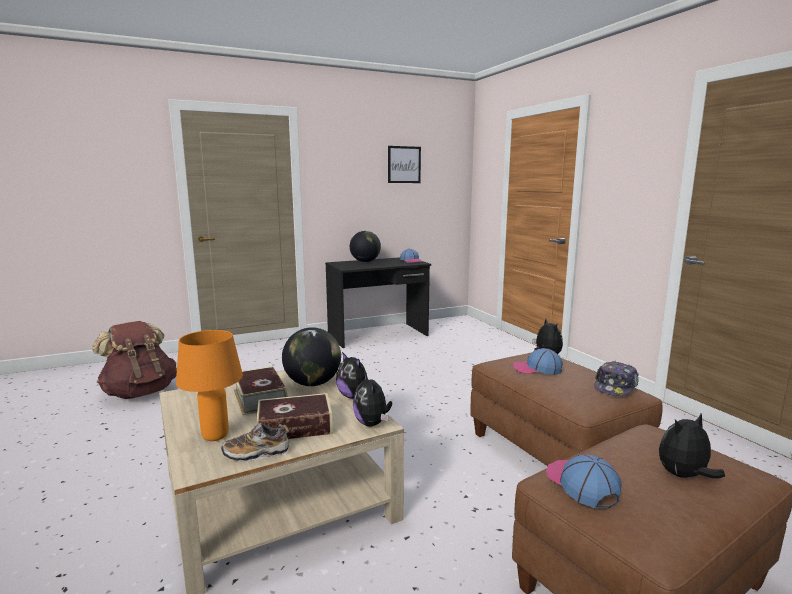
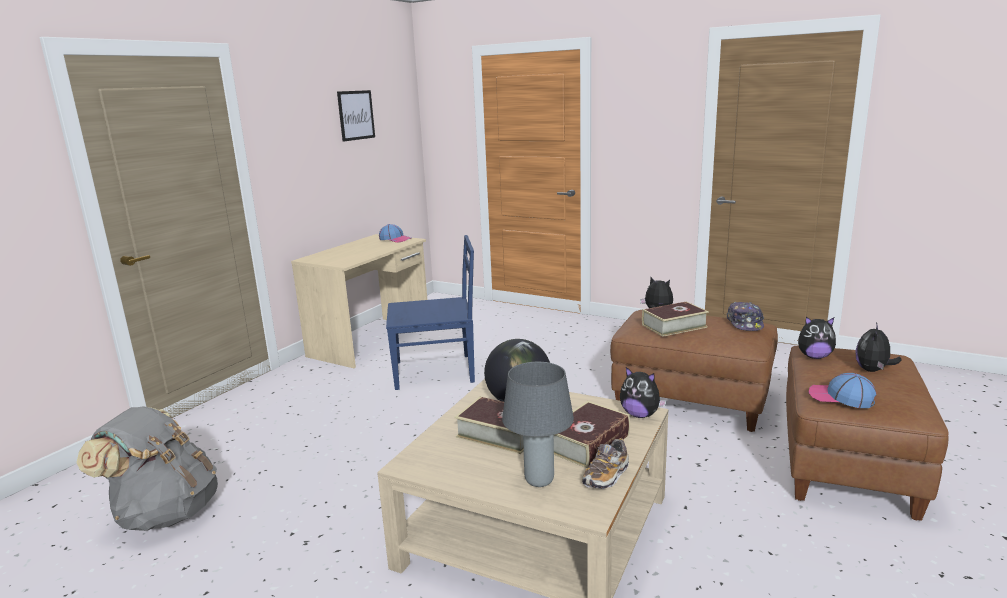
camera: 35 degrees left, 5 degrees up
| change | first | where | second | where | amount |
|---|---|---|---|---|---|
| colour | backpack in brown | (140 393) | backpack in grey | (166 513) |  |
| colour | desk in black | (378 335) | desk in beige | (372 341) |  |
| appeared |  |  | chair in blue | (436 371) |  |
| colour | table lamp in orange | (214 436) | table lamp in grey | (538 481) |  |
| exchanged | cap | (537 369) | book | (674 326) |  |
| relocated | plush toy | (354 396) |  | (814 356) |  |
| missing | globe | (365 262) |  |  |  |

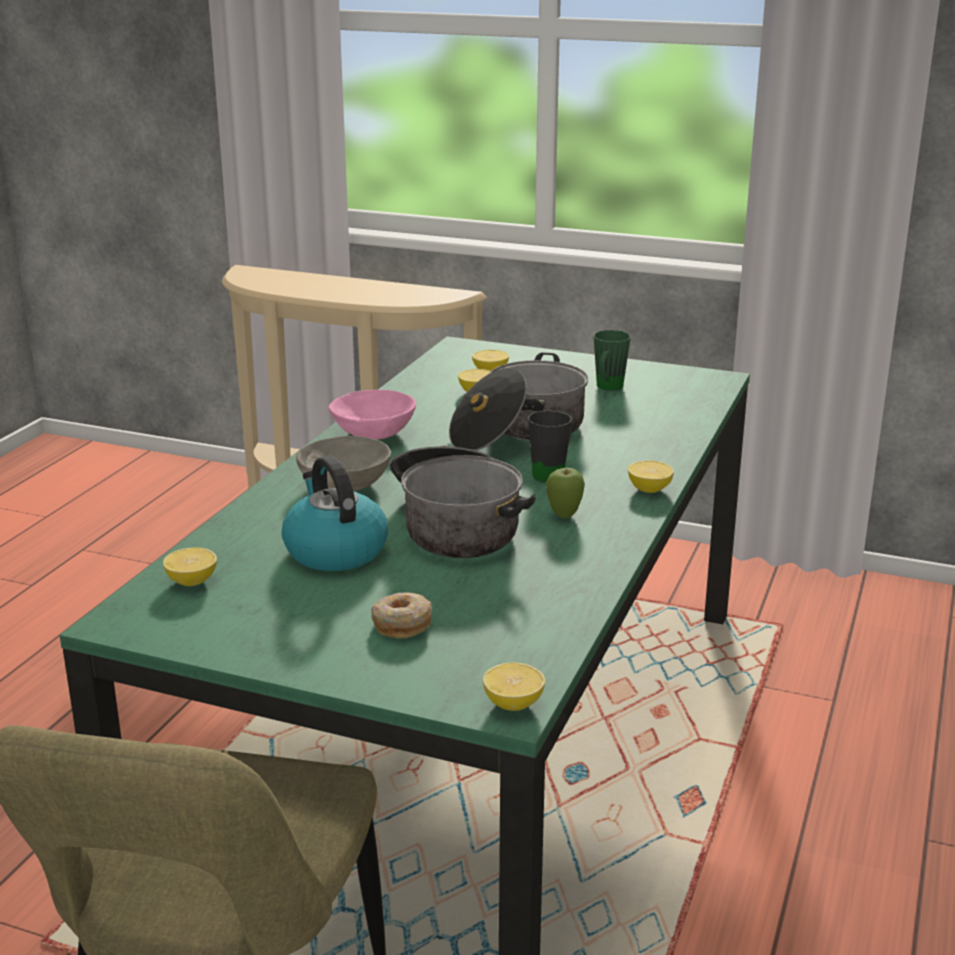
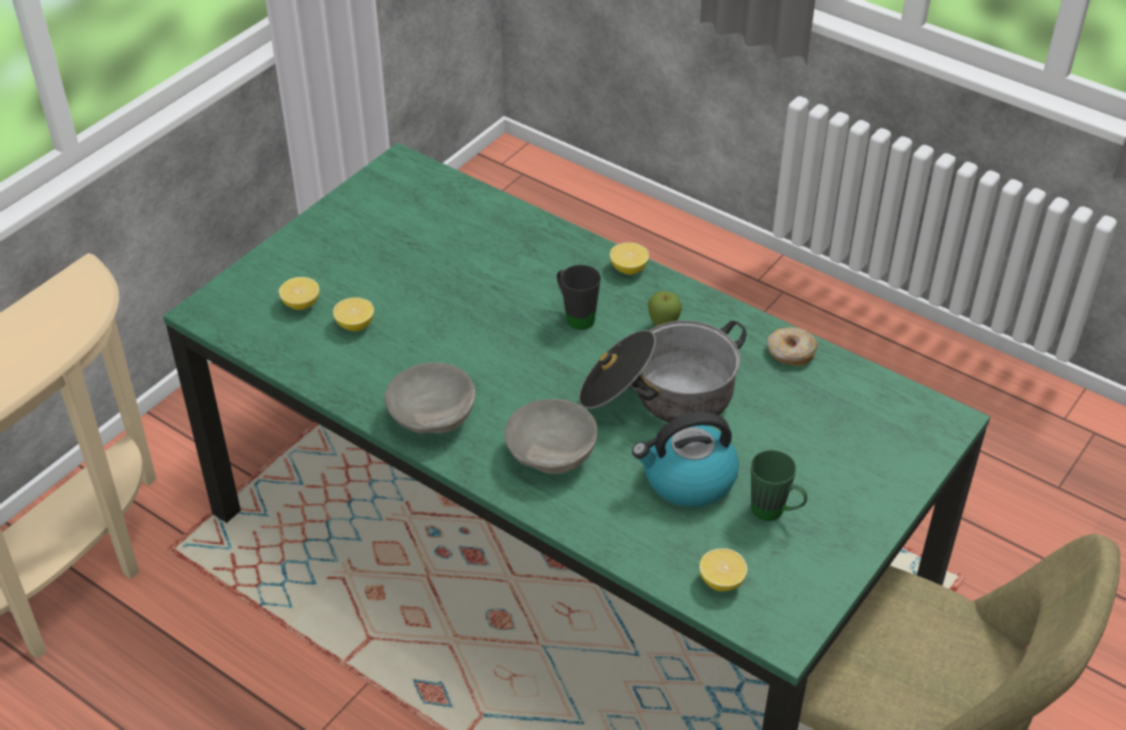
camera: 75 degrees left, 20 degrees up
| change | first | where | second | where | amount |
|---|---|---|---|---|---|
| colour | bowl in pink | (375 434) | bowl in grey | (433 416) |  |
| relocated | mug in green | (607 388) |  | (775 513) |  |
| relocated | donut | (401 624) |  | (790 353) |  |
| missing | cooking pot | (519 432) |  |  |  |
| missing | lemon | (513 704) |  |  |  |

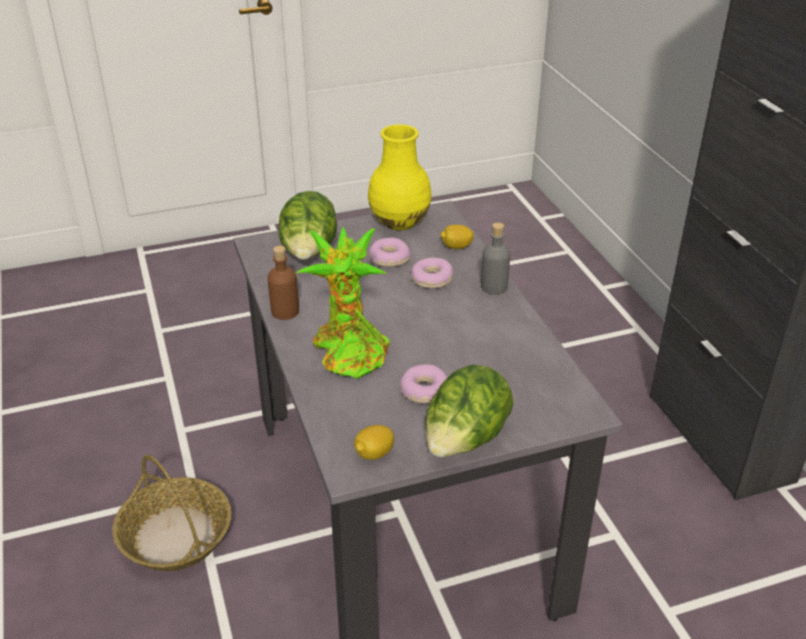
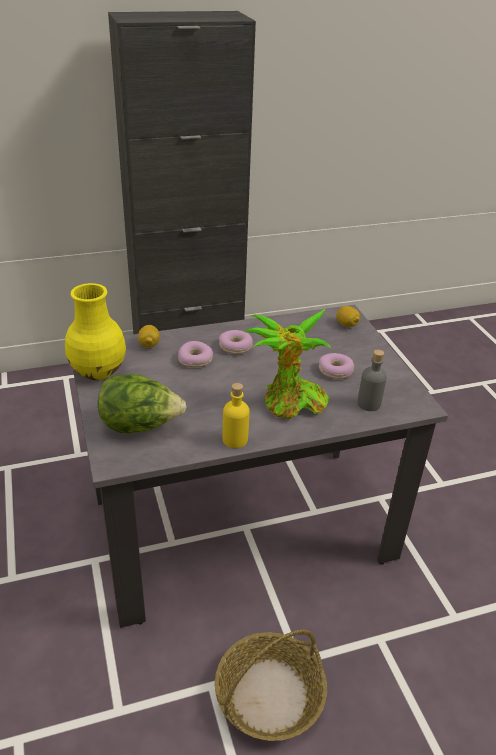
camera: 90 degrees left, 0 degrees up
| change | first | where | second | where | amount |
|---|---|---|---|---|---|
| relocated | donut | (389 259) |  | (235 347) |  |
| colour | bottle in brown | (285 311) | bottle in yellow | (235 440) |  |
| relocated | lemon | (374 454) |  | (347 325) |  |
| relocated | bottle in grey | (494 287) |  | (369 404) |  |
| missing | lettuce | (465 441) |  |  |  |

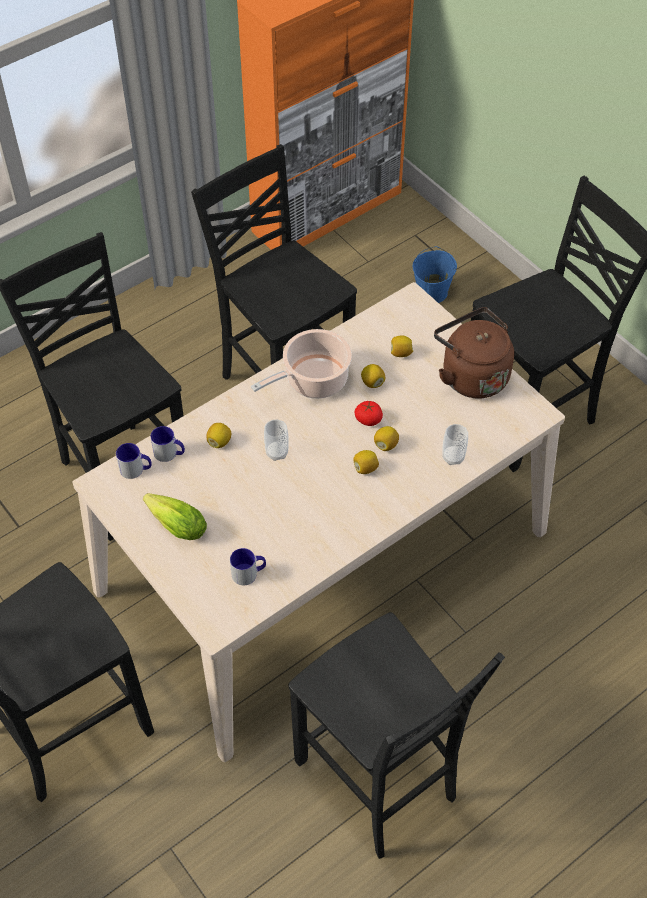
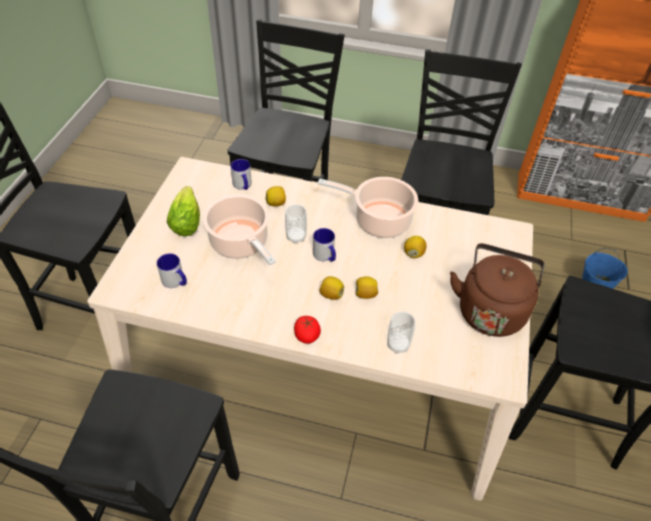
camera: 50 degrees right, 5 degrees down
| change | first | where | second | where | amount |
|---|---|---|---|---|---|
| appeared |  |  | cooking pot | (241 244) |  |
| relocated | tomato | (368 419) |  | (307 335) |  |
| relocated | mug | (136 469) |  | (325 256) |  |
| missing | lemon | (400 353) |  |  |  |

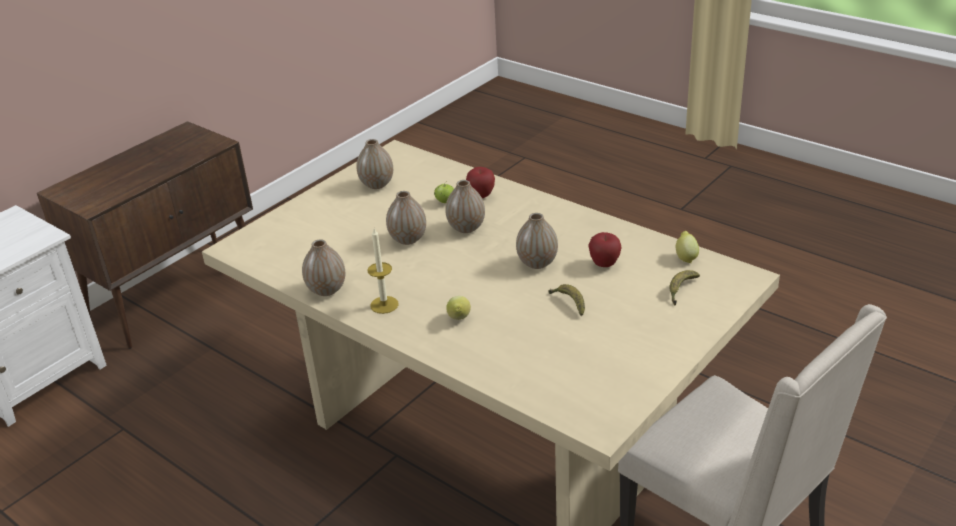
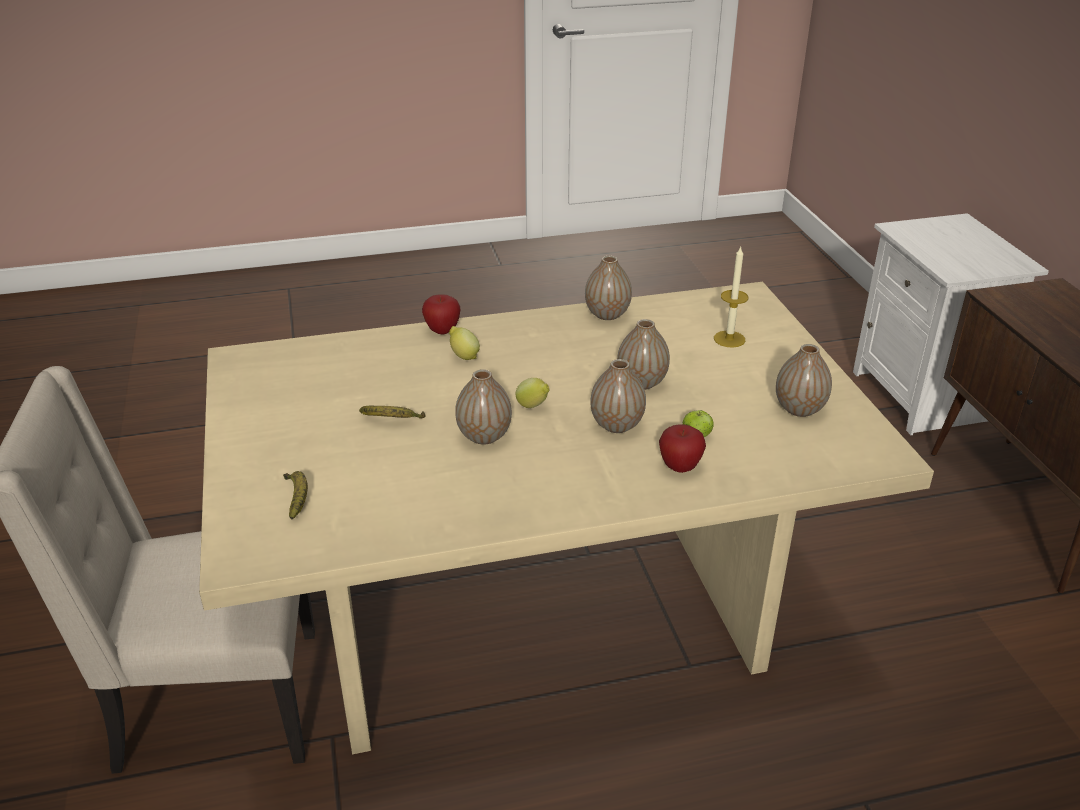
camera: 125 degrees right, 0 degrees up
| change | first | where | second | where | amount |
|---|---|---|---|---|---|
| relocated | apple | (604 264) |  | (442 331) |  |
| relocated | lemon | (686 257) |  | (533 406) |  |
| relocated | candle | (384 305) |  | (729 339) |  |

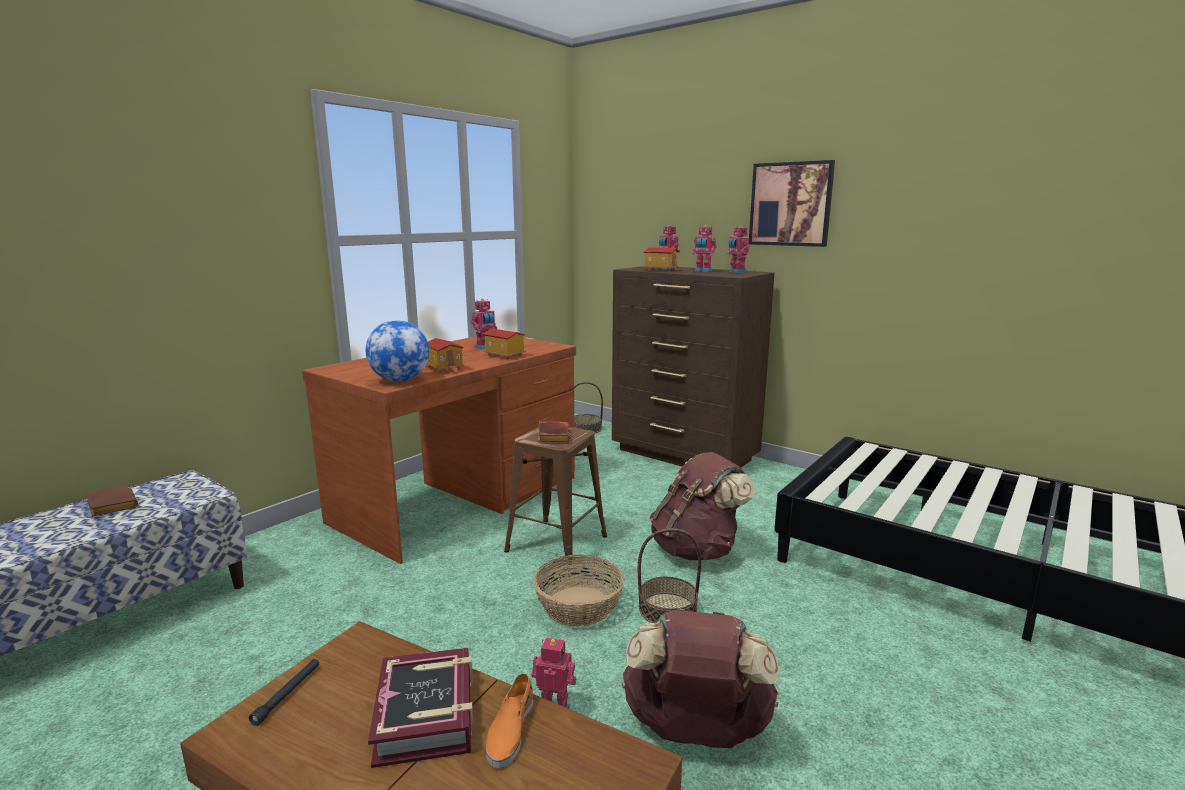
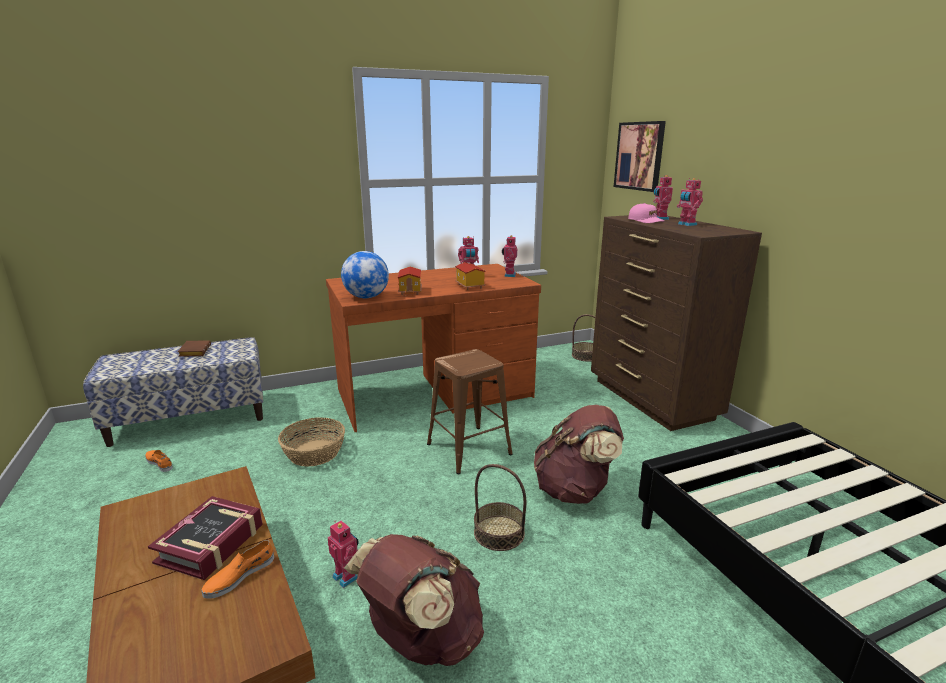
camera: 30 degrees right, 5 degrees up
| change | first | where | second | where | amount |
|---|---|---|---|---|---|
| appeared |  |  | shoe in orange | (160 463) |  |
| relocated | basket | (579 606) |  | (314 453) |  |
| relocated | toy robot | (736 272) |  | (509 275) |  |
| relocated | picture | (790 204) |  | (639 156) |  |
| exchanged | toy house | (661 270) | cap in pink | (645 221) |  |
| missing | flashlight in black | (288 694) |  |  |  |
| missing | book in brown | (552 436) |  |  |  |

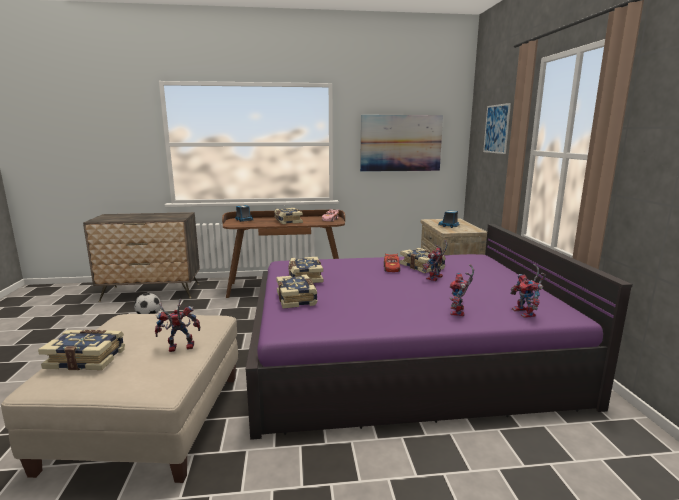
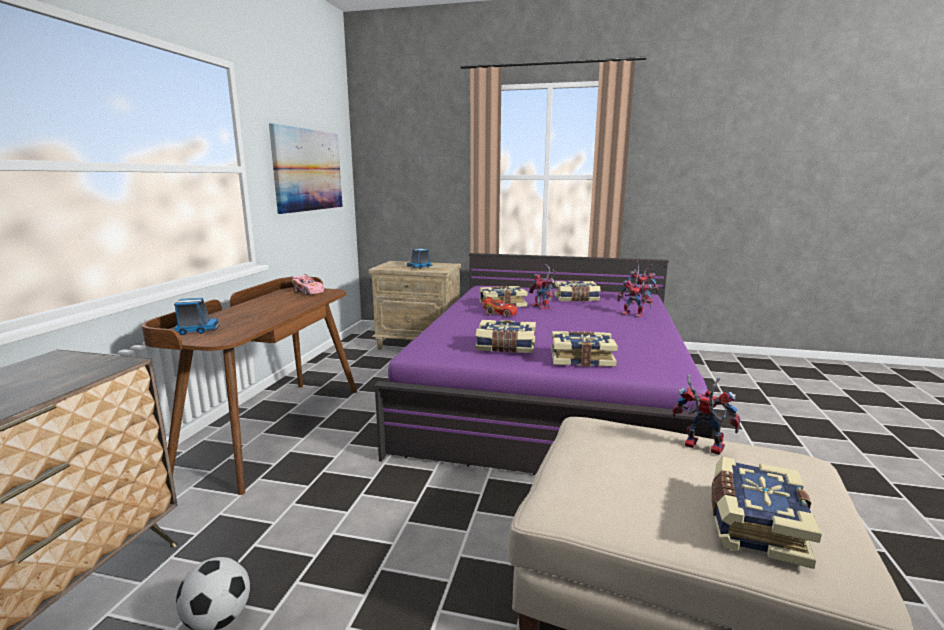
camera: 70 degrees left, 0 degrees up
| change | first | where | second | where | amount |
|---|---|---|---|---|---|
| relocated | book | (287 221) |  | (576 299) |  |
| spun | toy robot | (179 348) |  | (699 446) | 120 degrees clockwise |
| missing | picture | (496 129) |  |  |  |

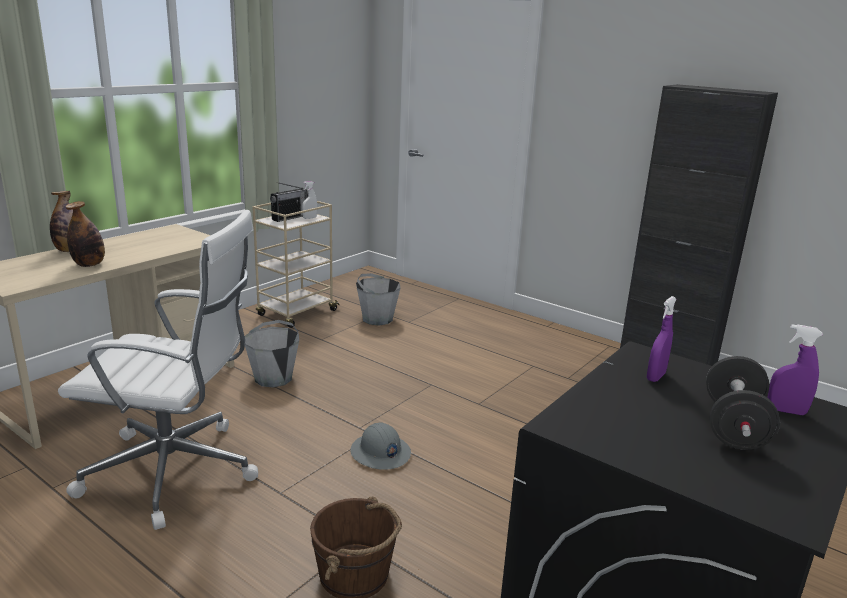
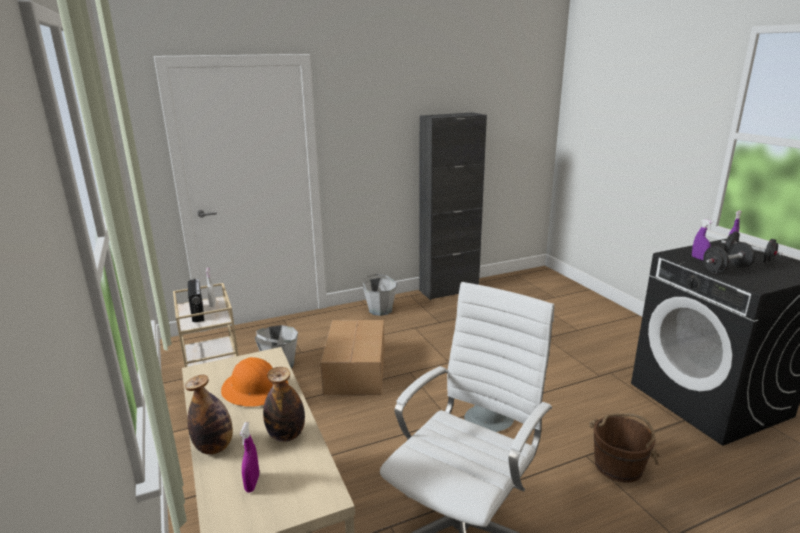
camera: 60 degrees left, 0 degrees up
| change | first | where | second | where | amount |
|---|---|---|---|---|---|
| appeared |  |  | hard hat in orange | (255 389) |  |
| appeared |  |  | spray bottle in purple | (252 483) |  |
| appeared |  |  | cardboard box | (356 369) |  |
| relocated | bucket in grey | (274 378) |  | (380 310) |  |
| appeared |  |  | dumbbell in black | (726 269) |  |

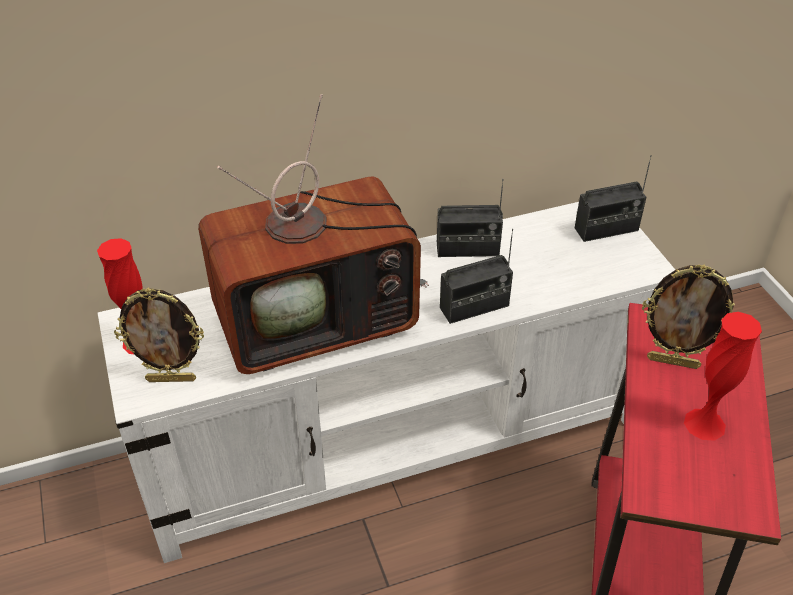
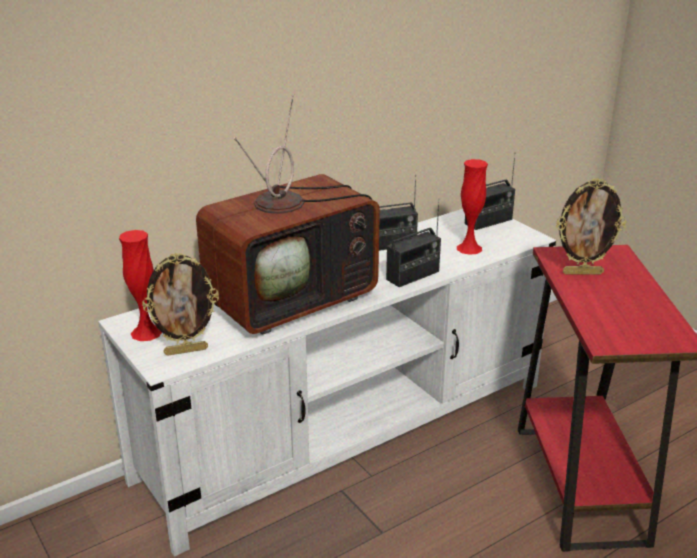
camera: 15 degrees left, 15 degrees down
| change | first | where | second | where | amount |
|---|---|---|---|---|---|
| relocated | vase in red | (704 424) |  | (469 248) |  |

